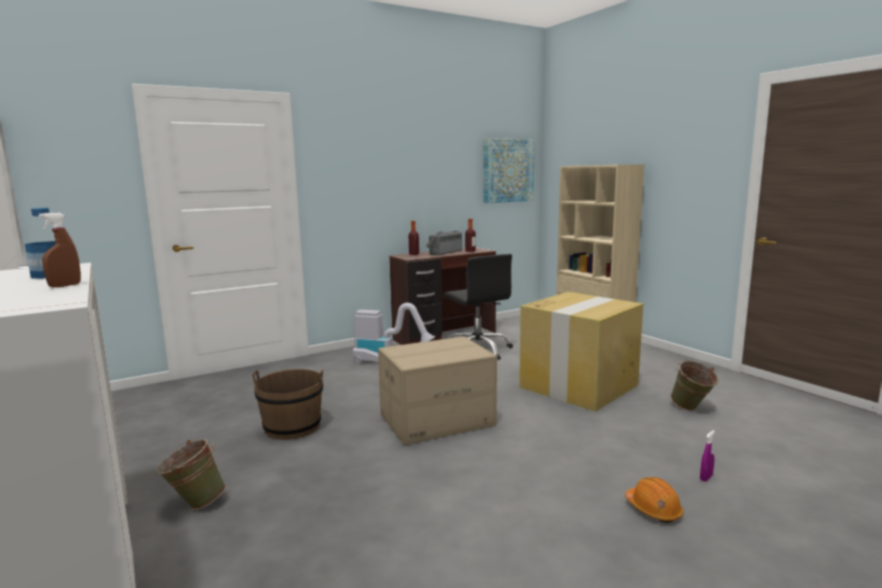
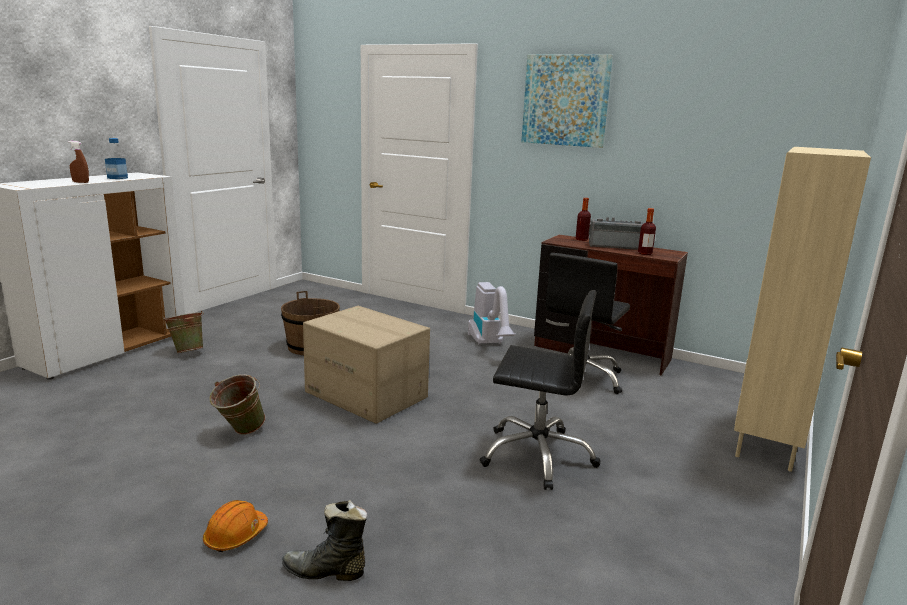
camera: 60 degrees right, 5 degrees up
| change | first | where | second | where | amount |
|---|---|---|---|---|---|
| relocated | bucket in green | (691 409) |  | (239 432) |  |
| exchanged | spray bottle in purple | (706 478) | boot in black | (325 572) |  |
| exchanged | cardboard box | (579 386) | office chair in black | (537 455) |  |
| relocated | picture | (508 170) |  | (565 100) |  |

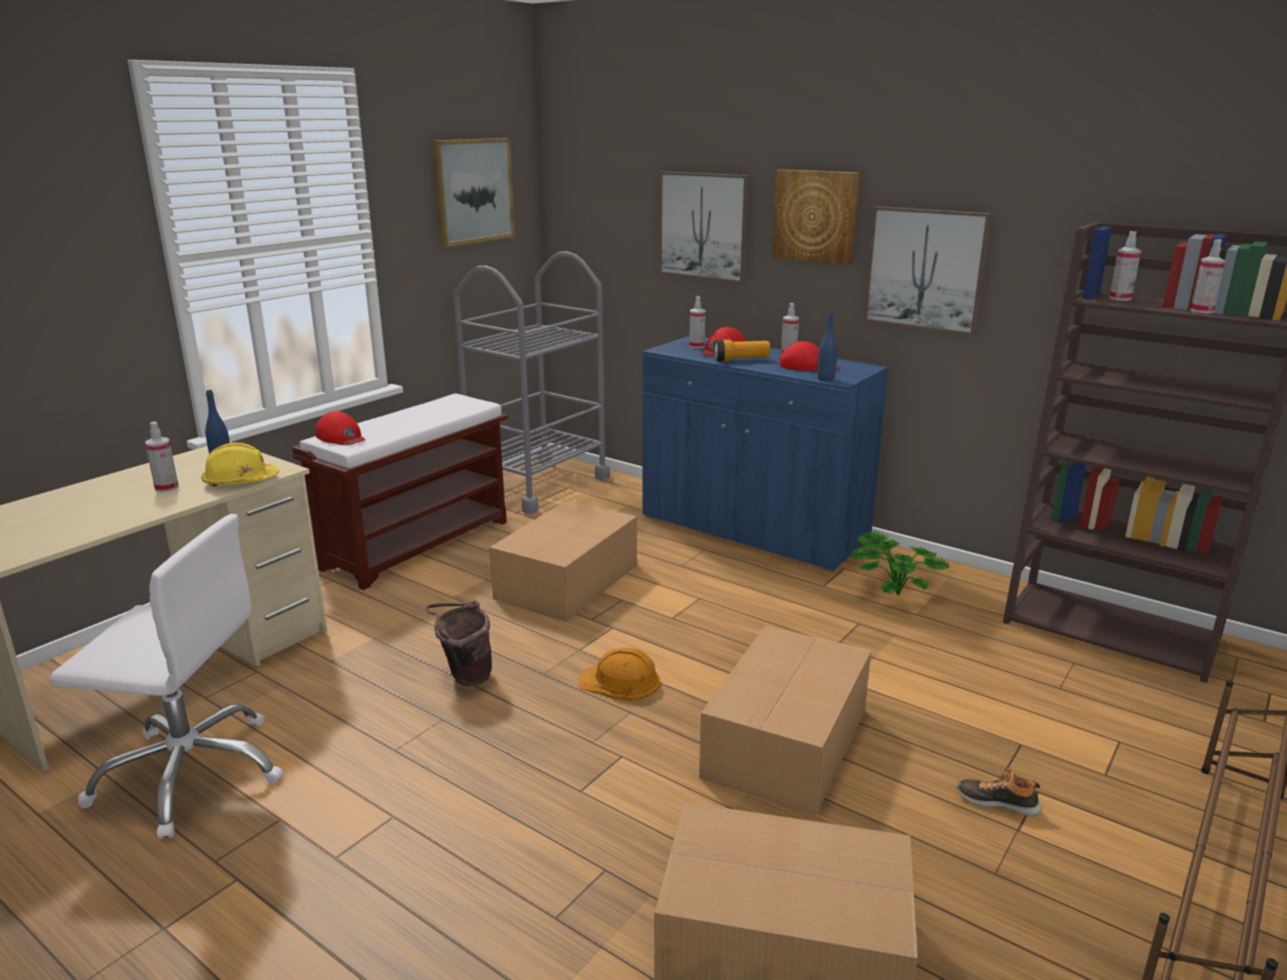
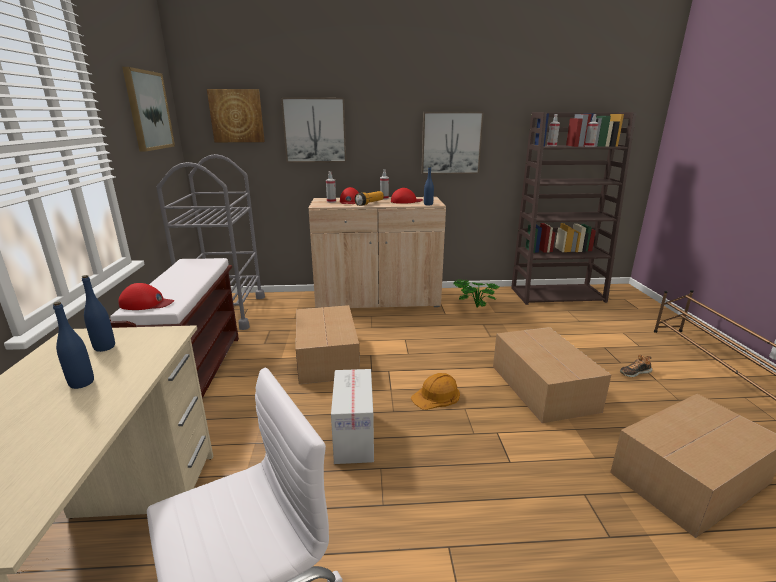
camera: 40 degrees left, 0 degrees up
| change | first | where | second | where | amount |
|---|---|---|---|---|---|
| exchanged | spray bottle | (166 488) | bottle in blue | (82 383) |  |
| relocated | picture | (815 216) |  | (237 116) |  |
| colour | cabinet in blue | (753 530) | cabinet in beige | (377 300) |  |
| exchanged | bucket in brown | (464 677) | cardboard box | (354 437) |  |
| missing | hard hat in yellow | (240 481) |  |  |  |

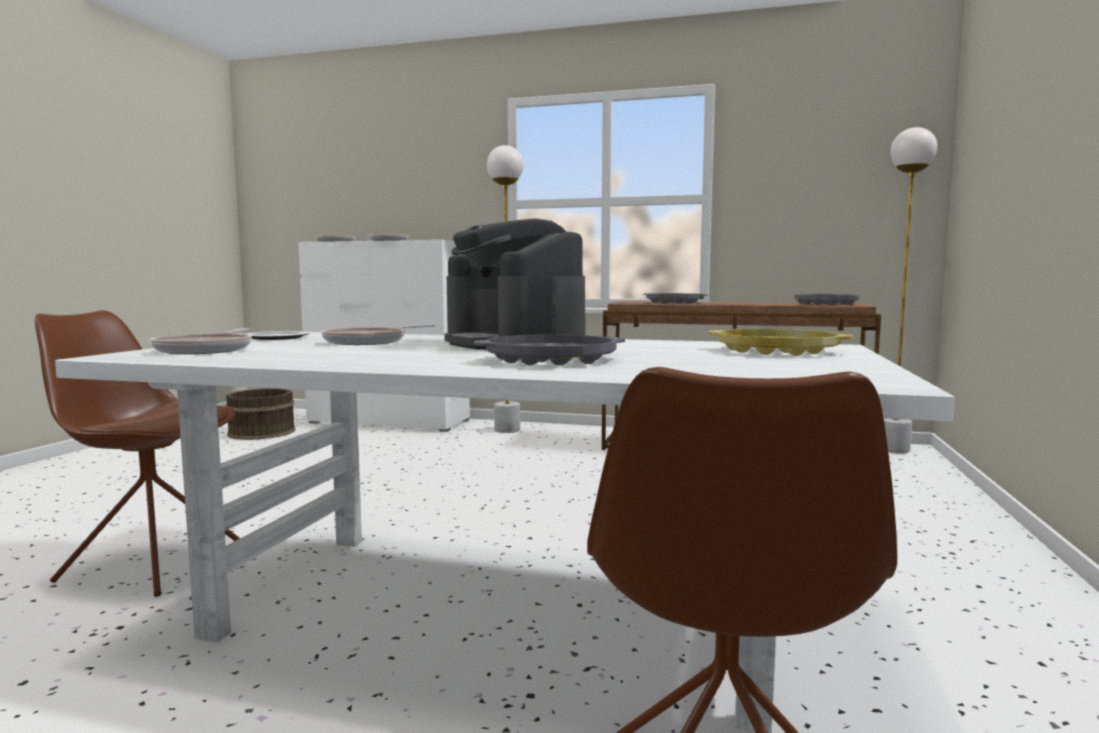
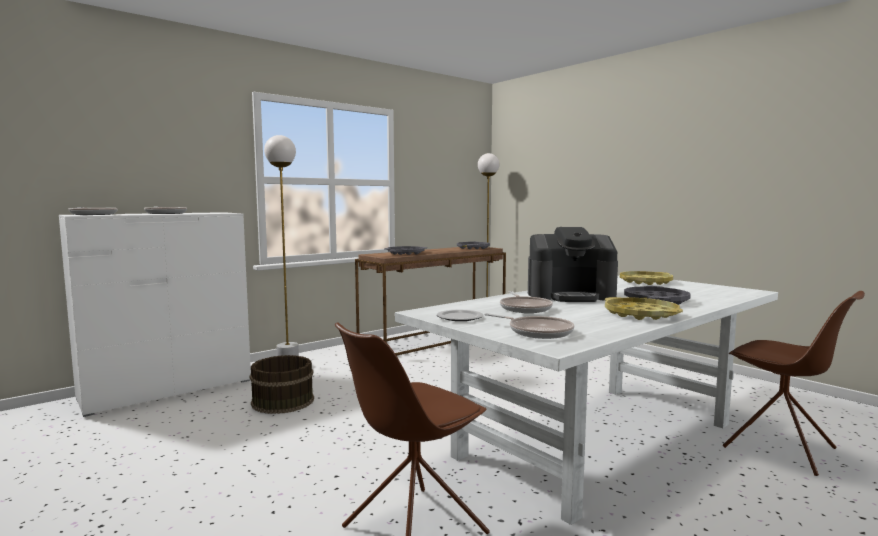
camera: 55 degrees left, 0 degrees up
| change | first | where | second | where | amount |
|---|---|---|---|---|---|
| relocated | bucket in brown | (261 432) |  | (282 401) |  |
| appeared |  |  | tray in yellow | (641 314) |  |

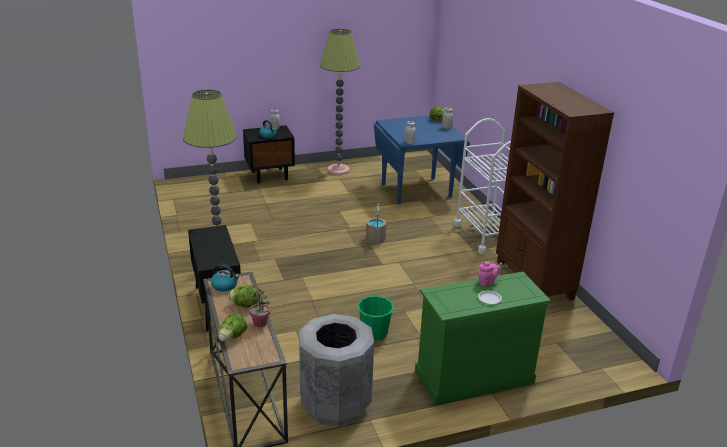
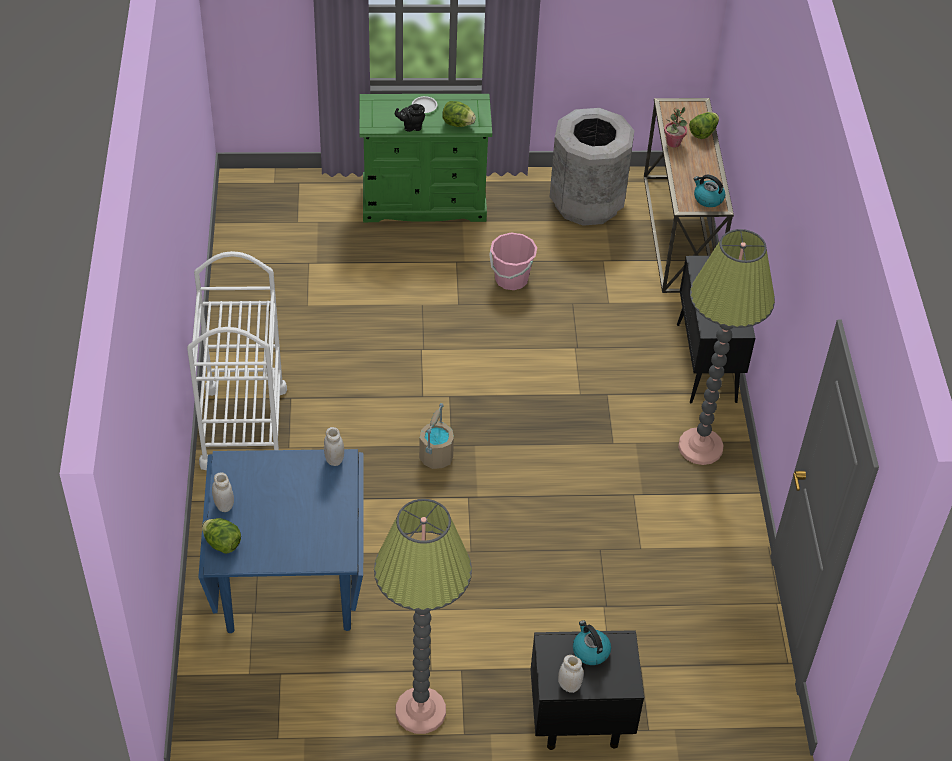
camera: 165 degrees left, 20 degrees up
| change | first | where | second | where | amount |
|---|---|---|---|---|---|
| colour | teapot in pink | (487 282) | teapot in black | (411 127) |  |
| relocated | lettuce | (245 305) |  | (457 124) |  |
| colour | bucket in green | (374 333) | bucket in pink | (511 279) |  |
| missing | bookcase in brown | (533 280) |  |  |  |

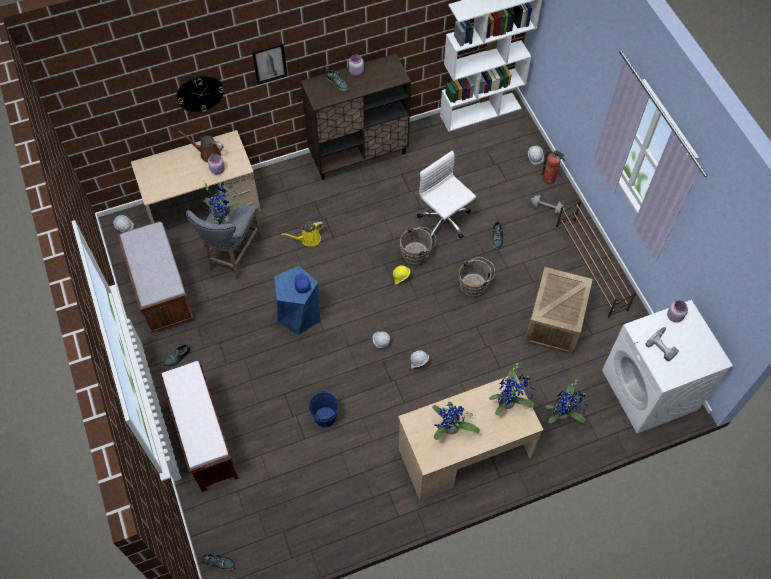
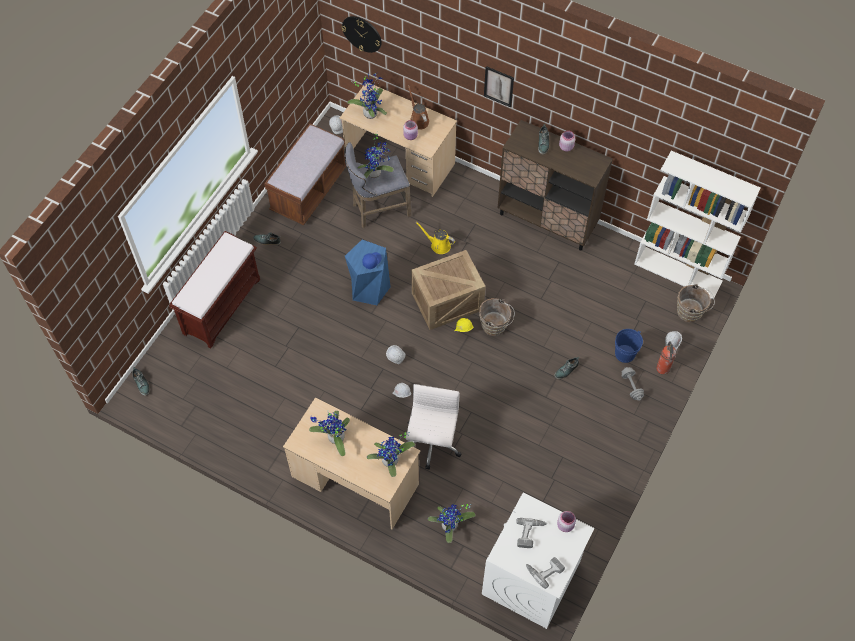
camera: 50 degrees right, 0 degrees up
| change | first | where | second | where | amount |
|---|---|---|---|---|---|
| relocated | wall clock | (200 93) |  | (362 33) |  |
| appeared |  |  | potted plant | (370 112) |  |
| relocated | office chair in white | (444 222) |  | (432 444) |  |
| relocated | crate | (555 323) |  | (446 302) |  |
| appeared |  |  | power drill | (544 569) |  |
| relocated | bucket in blue | (325 417) |  | (624 353) |  |
| relocated | bucket in brown | (474 286) |  | (691 312) |  |
| missing | shoe rack in brown | (591 267) |  |  |  |

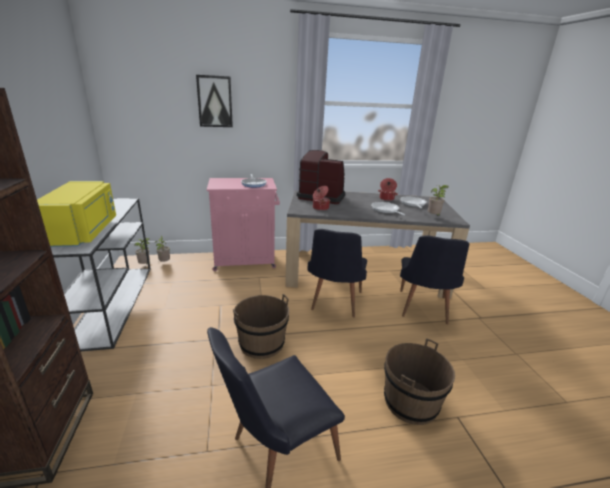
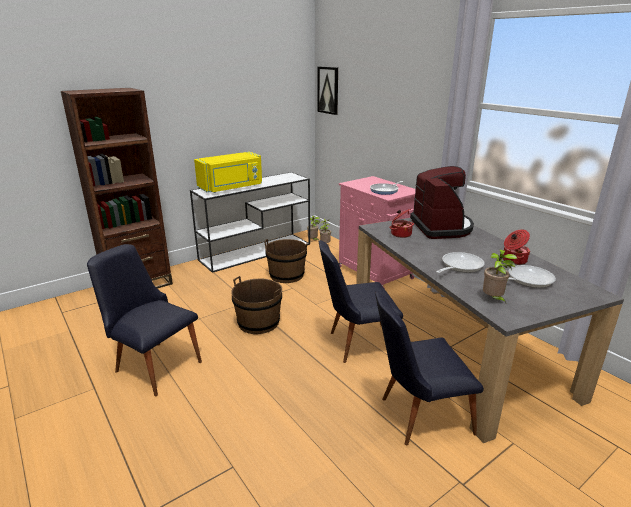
camera: 65 degrees right, 0 degrees up
| change | first | where | second | where | amount |
|---|---|---|---|---|---|
| relocated | bucket in brown | (410 402) |  | (287 275) |  |
| relocated | picture | (215 101) |  | (328 90) |  |

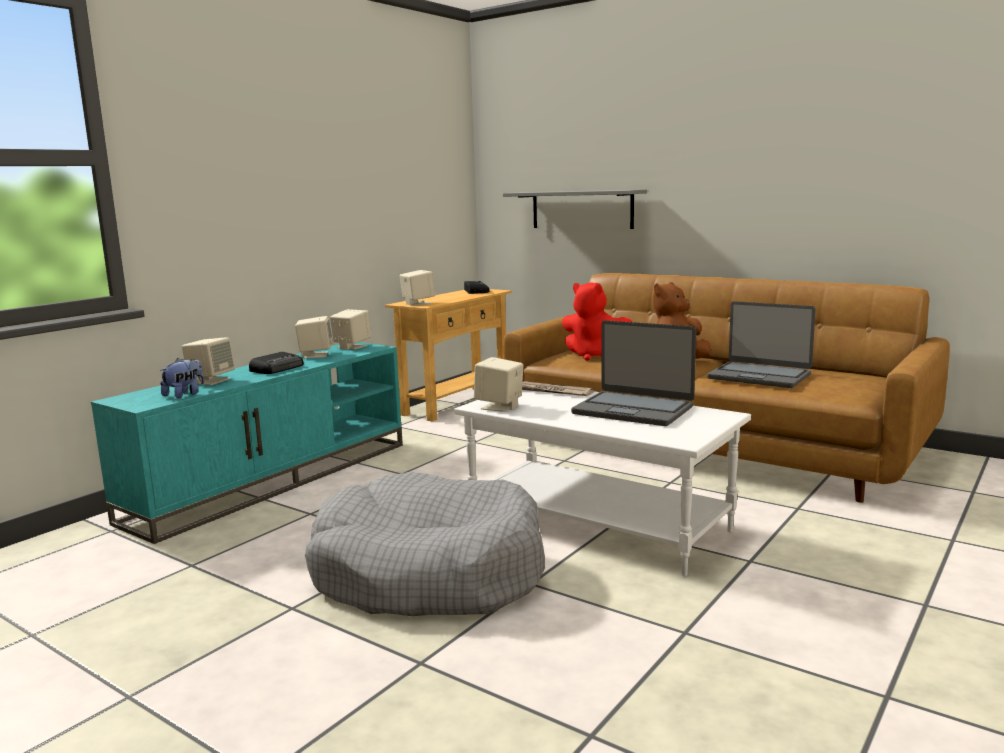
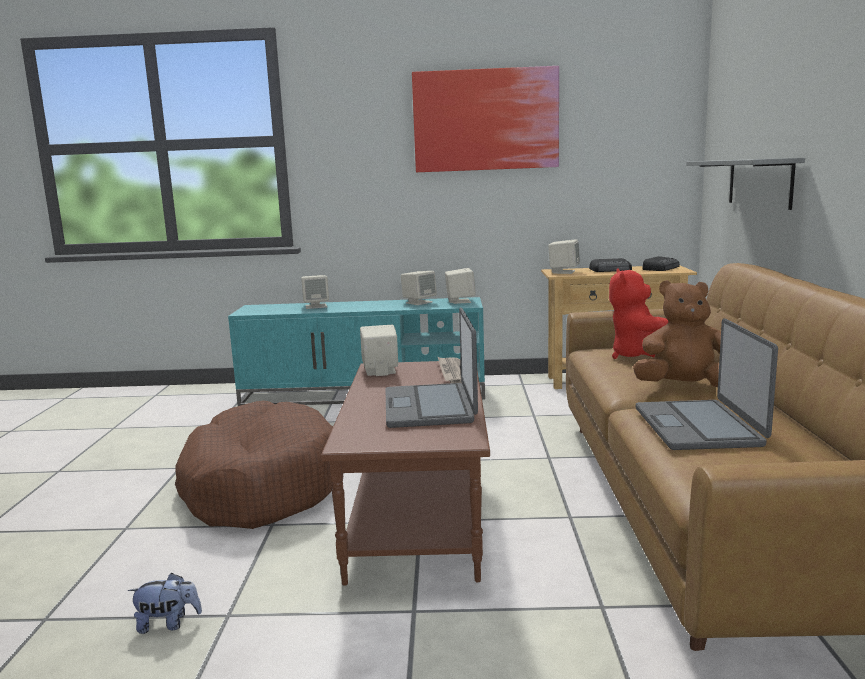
camera: 55 degrees right, 0 degrees up
| change | first | where | second | where | amount |
|---|---|---|---|---|---|
| relocated | plush toy | (184 394) |  | (168 624) |  |
| colour | dog bed in grey | (428 573) | dog bed in brown | (260 486) |  |
| colour | coffee table in white | (600 524) | coffee table in brown | (419 515) |  |
| appeared |  |  | picture | (485 120) |  |
| relocated | radio | (278 368) |  | (611 270) |  |

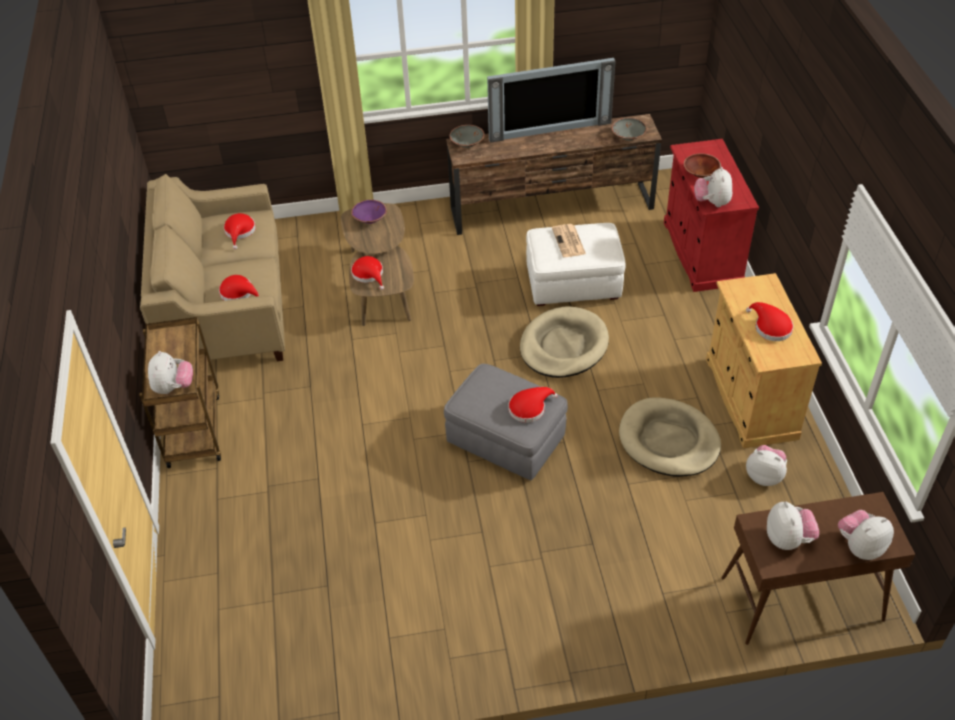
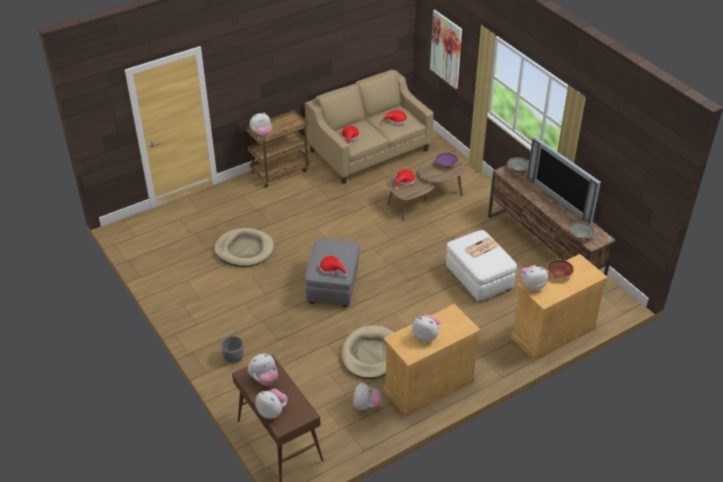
camera: 65 degrees right, 5 degrees down
| change | first | where | second | where | amount |
|---|---|---|---|---|---|
| relocated | dog bed in beige | (563 346) |  | (244 250) |  |
| appeared |  |  | planter in grey | (233 357) |  |
| exchanged | hat in red | (770 327) | plush toy | (426 336) |  |
| appeared |  |  | picture | (446 49) |  |
| colour | cabinet in red | (701 253) | cabinet in beige | (552 333) |  |

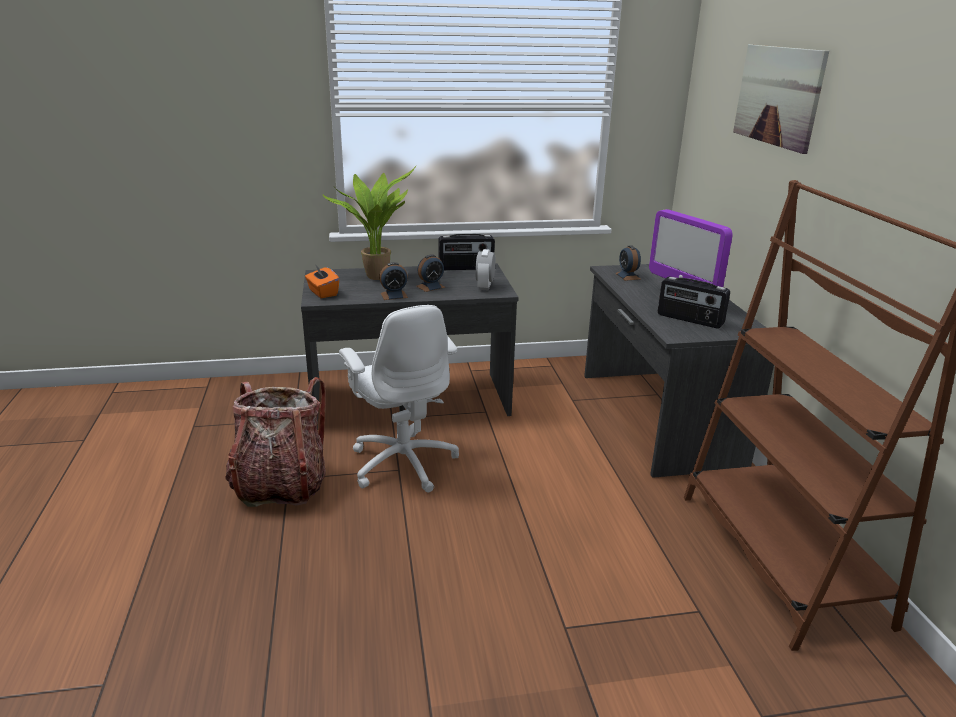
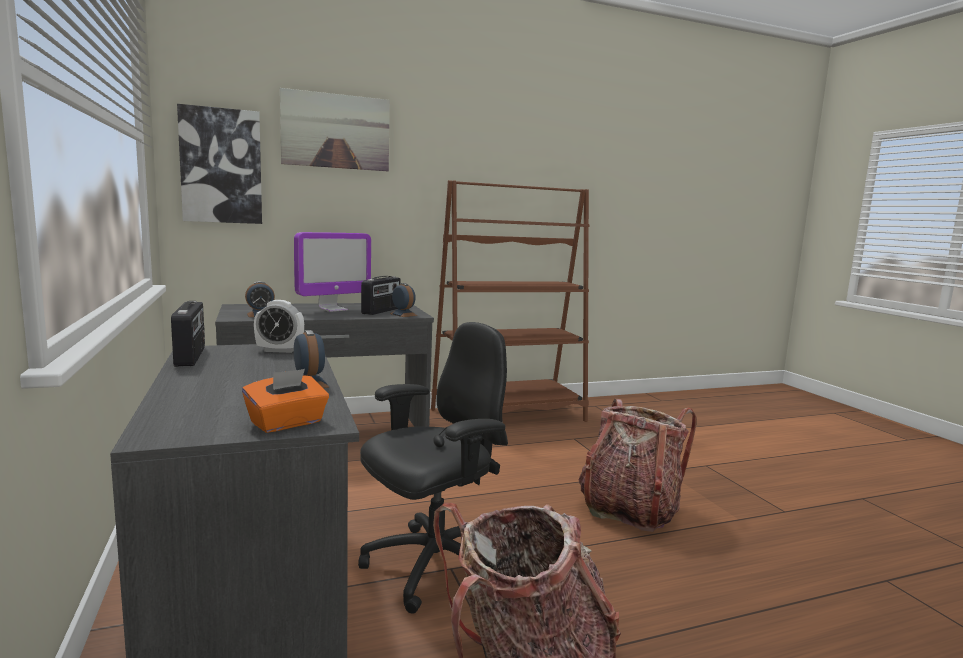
camera: 100 degrees left, 15 degrees down
| change | first | where | second | where | amount |
|---|---|---|---|---|---|
| appeared |  |  | picture | (221 166) |  |
| colour | office chair in white | (403 462) | office chair in black | (433 566) |  |
| relocated | alarm clock | (430 287) |  | (403 314) |  |
| appeared |  |  | backpack | (629 509) |  |
| missing | potted plant | (378 276) |  |  |  |

